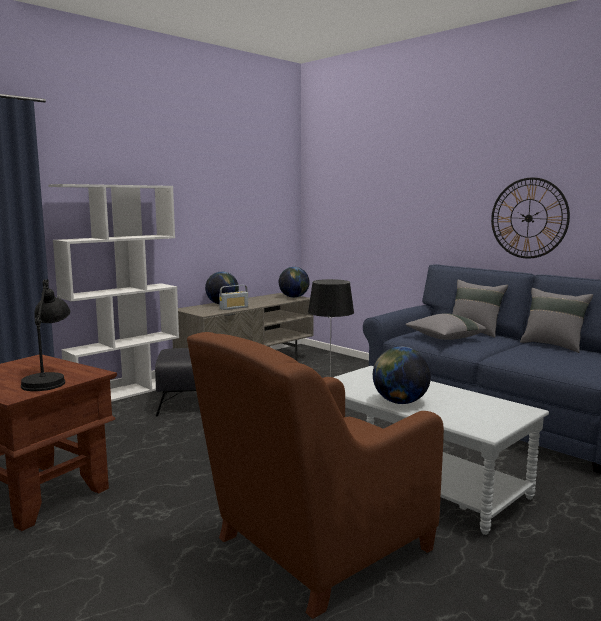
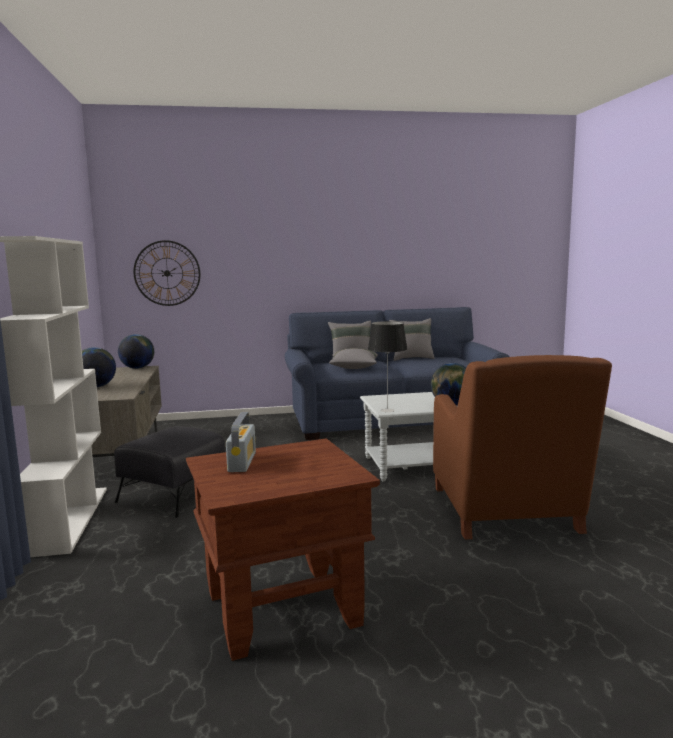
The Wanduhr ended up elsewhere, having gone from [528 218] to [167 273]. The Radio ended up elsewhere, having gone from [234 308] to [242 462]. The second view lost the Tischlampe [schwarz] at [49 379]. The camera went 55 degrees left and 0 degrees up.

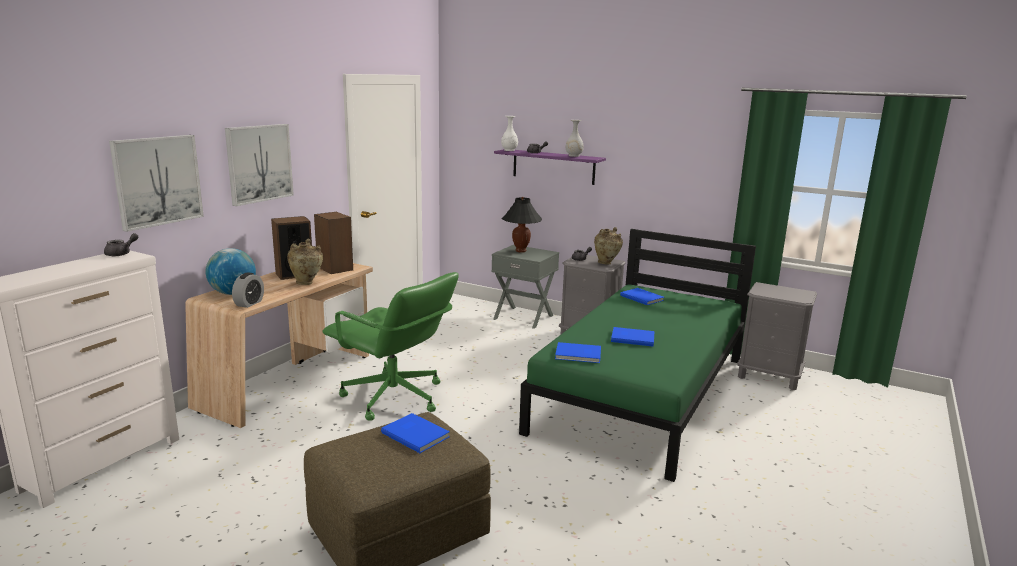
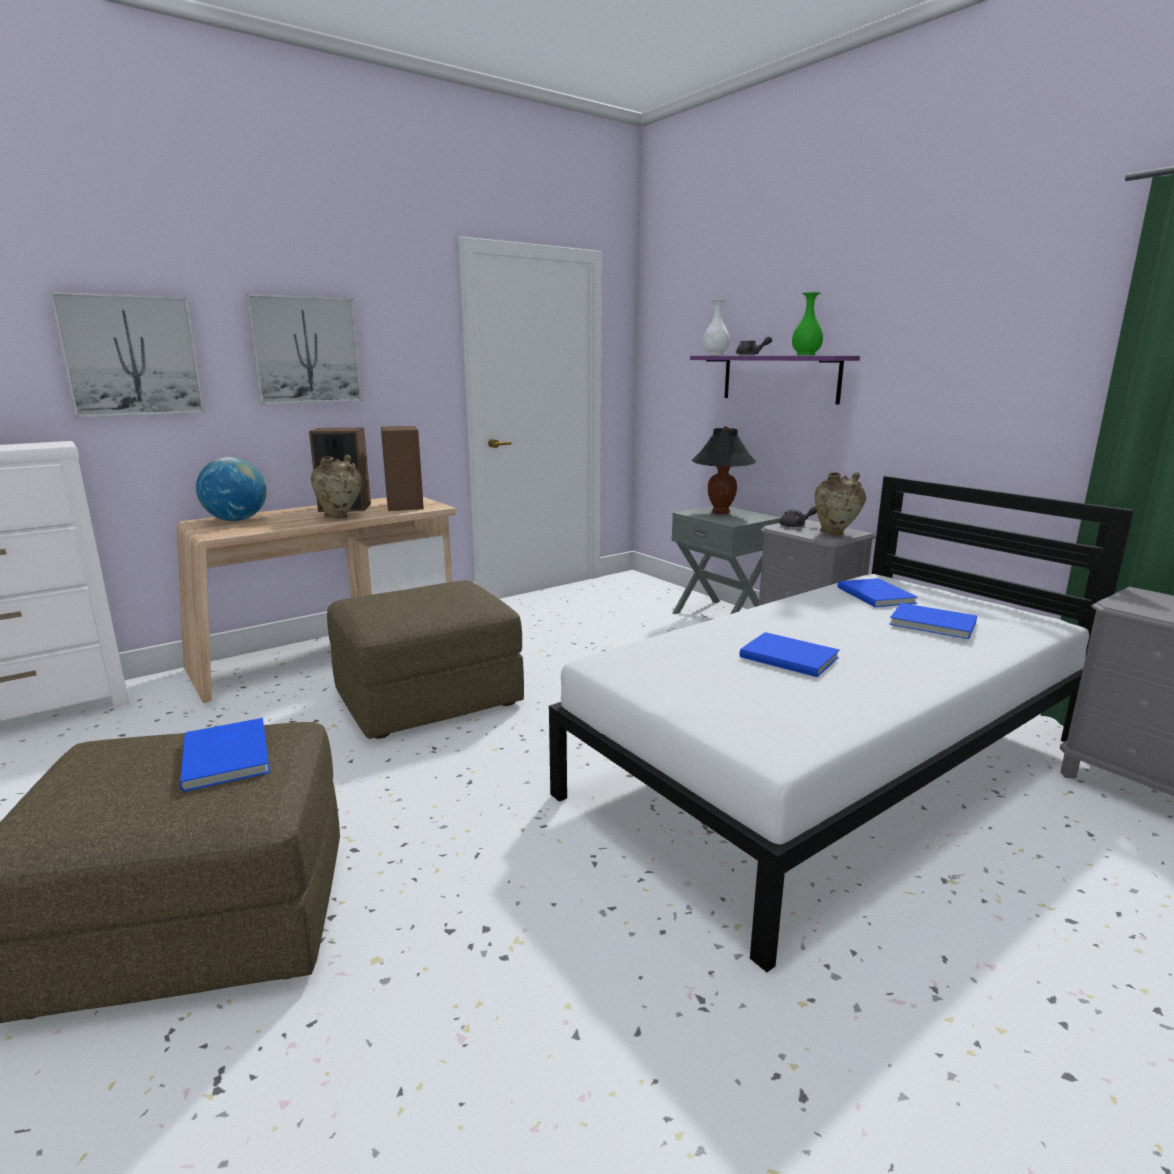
Where the Bürostuhl [grün] stood at [394 398], the Polsterhocker [braun] came to stand at [427 699]. What was the Bett [grün] at [643 394] turned into the Bett [weiß] at [832 768]. What was the Vase [weiß] at [573 156] turned into the Vase [grün] at [805 355]. The Buch [blau] ended up elsewhere, having gone from [579 355] to [933 624]. The second view lost the Teekanne [grau] at [121 253]. The second view lost the Wecker at [249 303]. The camera went 25 degrees right and 0 degrees up.

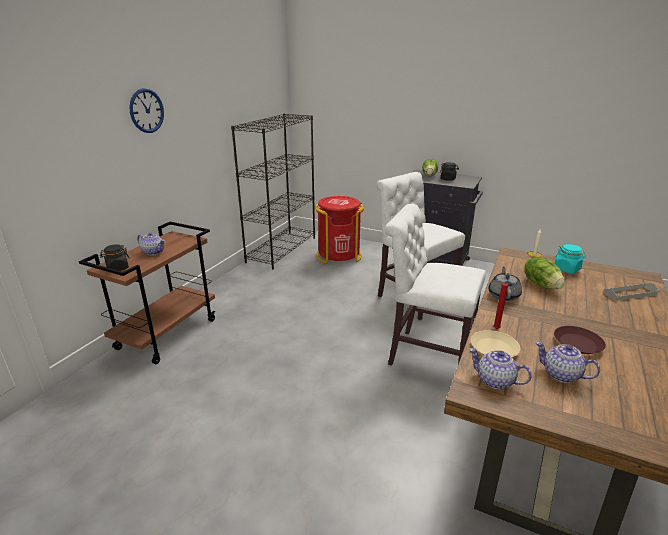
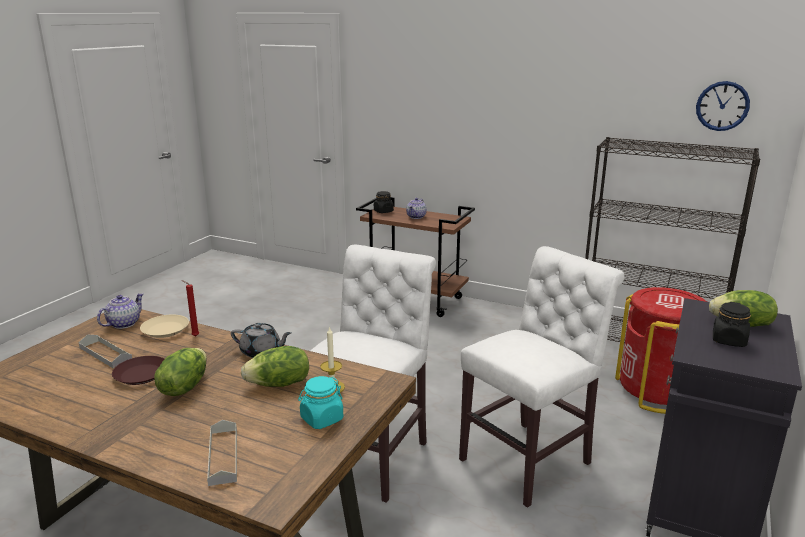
Where the Teekanne stood at [561 375], the Tablett [grau] came to stand at [105 354]. The second view gained the Salatkopf at [184 387]. The Wanduhr ended up elsewhere, having gone from [146 111] to [722 106]. The camera went 90 degrees right and 5 degrees down.

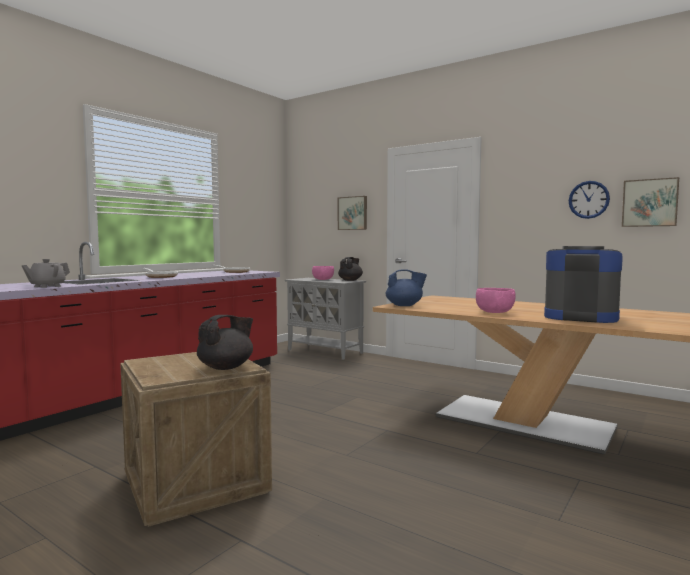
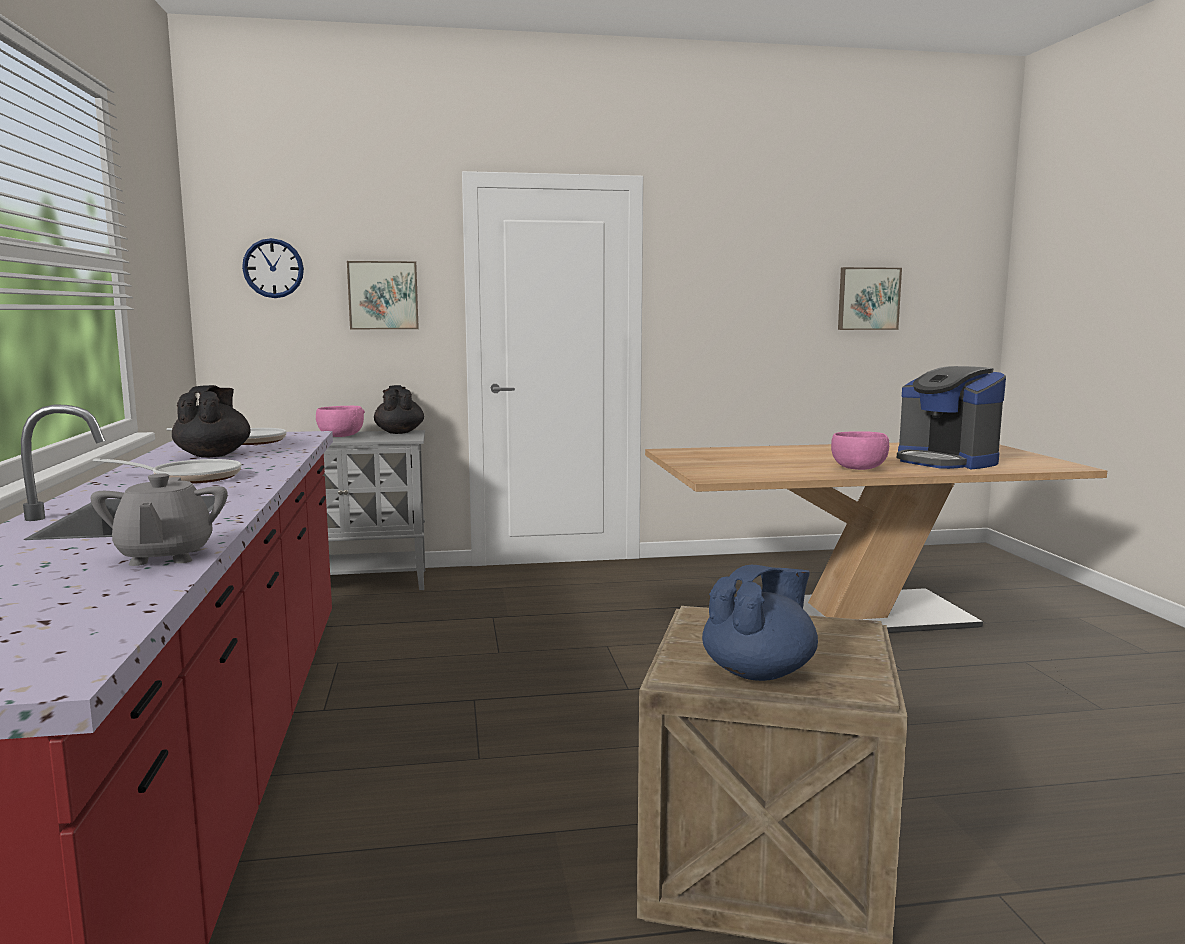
The Teekanne [schwarz] ended up elsewhere, having gone from [226 367] to [214 455]. The Wanduhr ended up elsewhere, having gone from [588 199] to [273 268]. The Teekanne [blau] ended up elsewhere, having gone from [405 305] to [759 672]. The Kaffeemaschine at [580 317] ended up facing another way, 105 degrees counterclockwise from before. The camera went 45 degrees left and 5 degrees up.

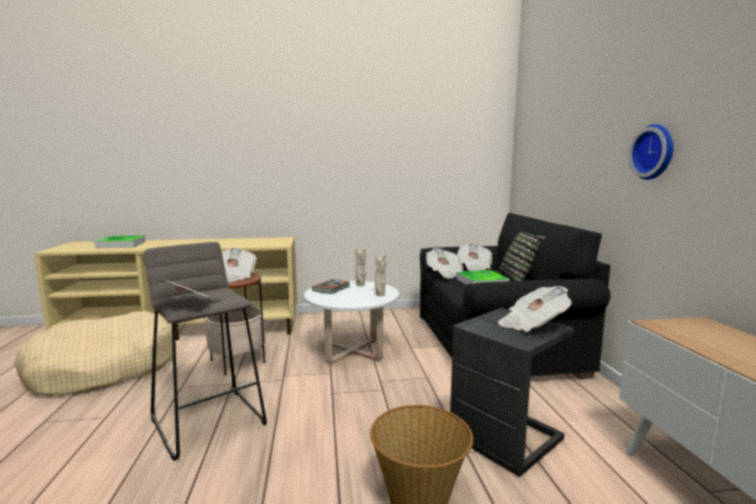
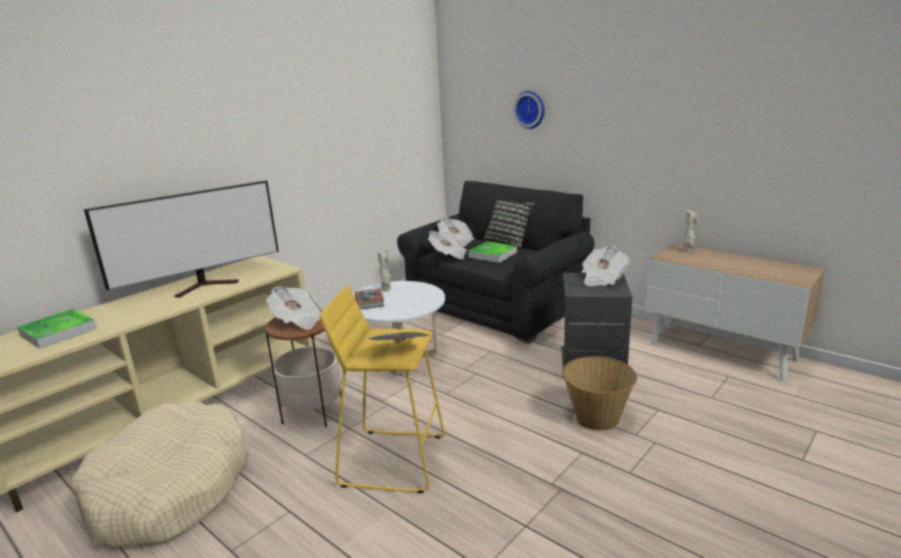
The second view gained the Fernseher at [207 286]. What was the Hocker [grau] at [210 421] turned into the Hocker [gelb] at [393 459]. The Wanduhr ended up elsewhere, having gone from [655 152] to [530 109]. The Vase [beige] ended up elsewhere, having gone from [380 295] to [688 251]. The camera went 40 degrees left and 10 degrees up.

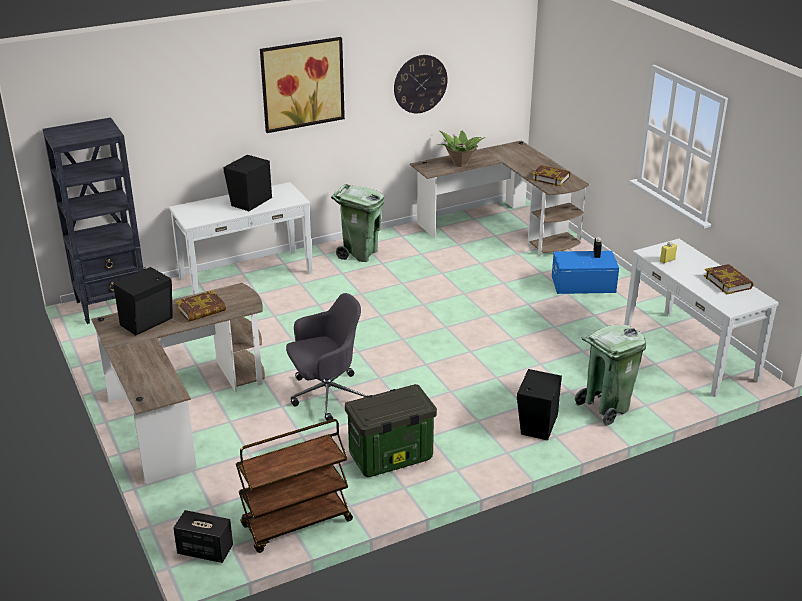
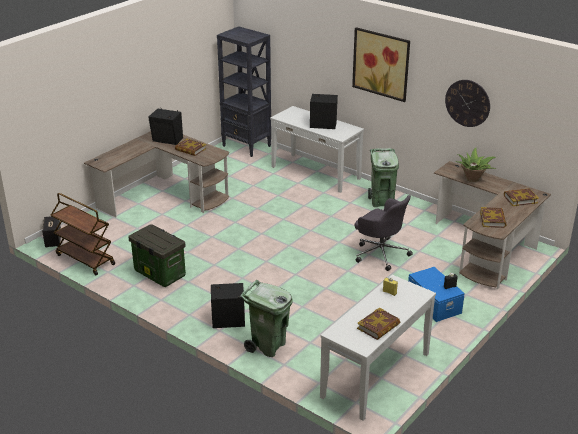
The Bürostuhl [grau] ended up elsewhere, having gone from [326 396] to [380 253]. The second view gained the Buch at [520 199]. The camera went 65 degrees right and 0 degrees up.

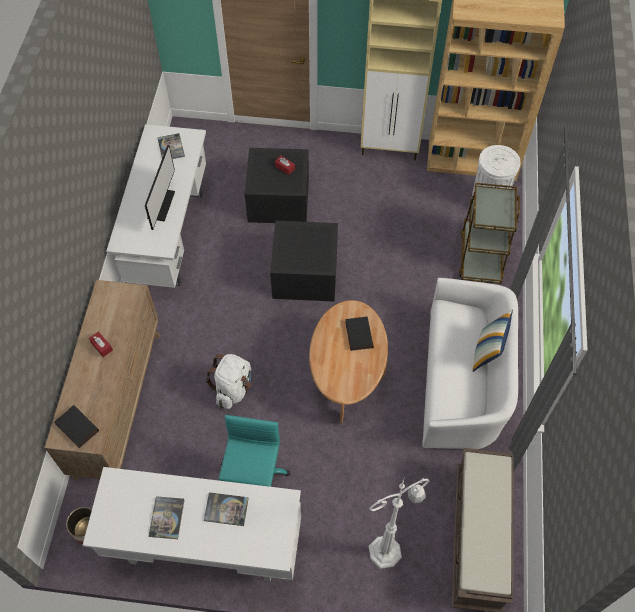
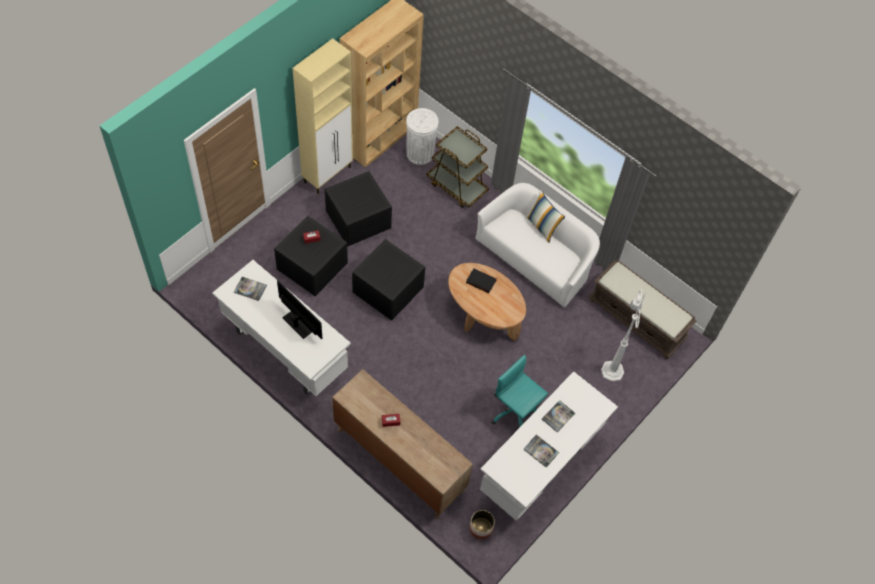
The second view gained the Aufbewahrungsbox [schwarz] at [358 218]. The second view lost the Buch [schwarz] at [76 428]. The second view lost the Rucksack [weiß] at [233 388]. The camera went 60 degrees left and 0 degrees up.

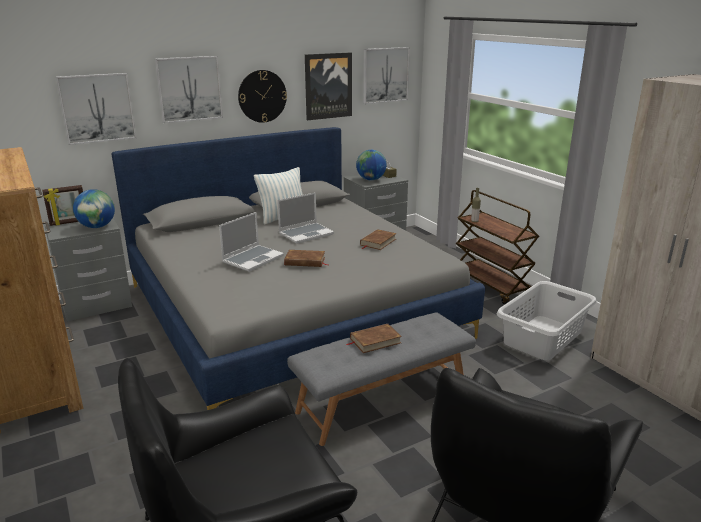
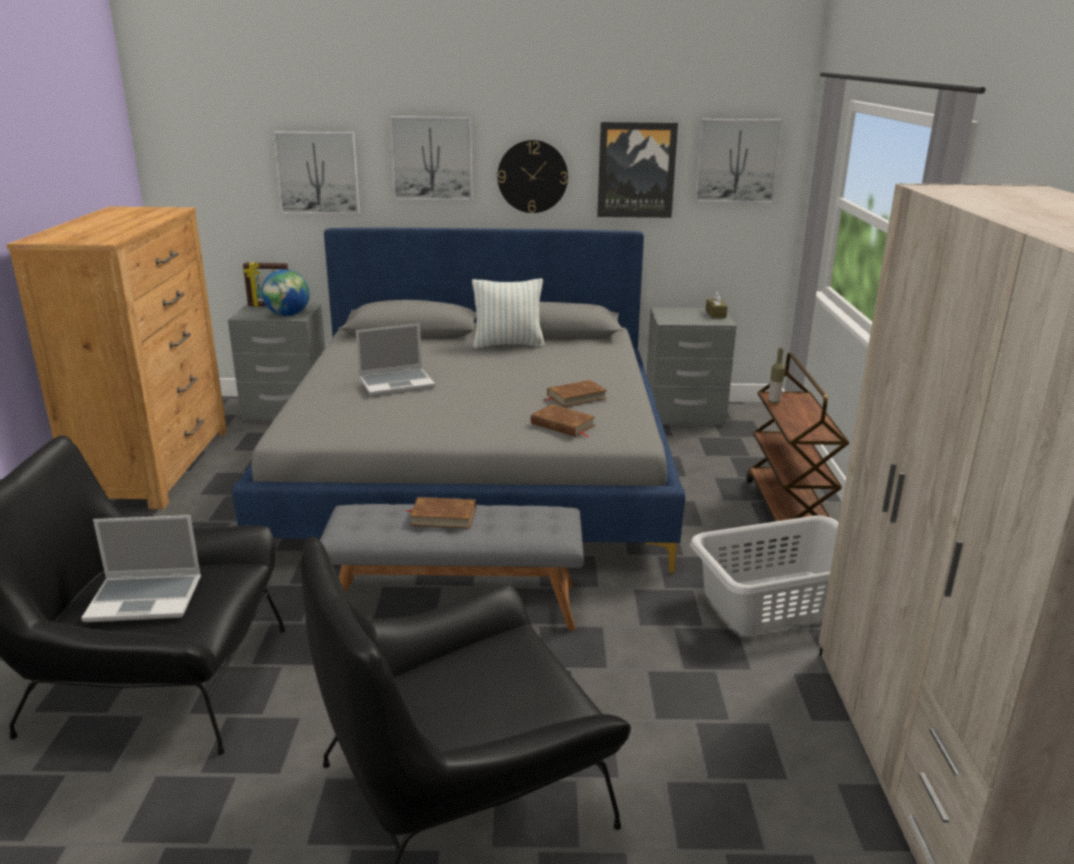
The Laptop ended up elsewhere, having gone from [306 234] to [146 599]. The Buch [braun] ended up elsewhere, having gone from [305 261] to [563 425]. The second view lost the Globus at [371 179]. The camera went 30 degrees right and 0 degrees up.

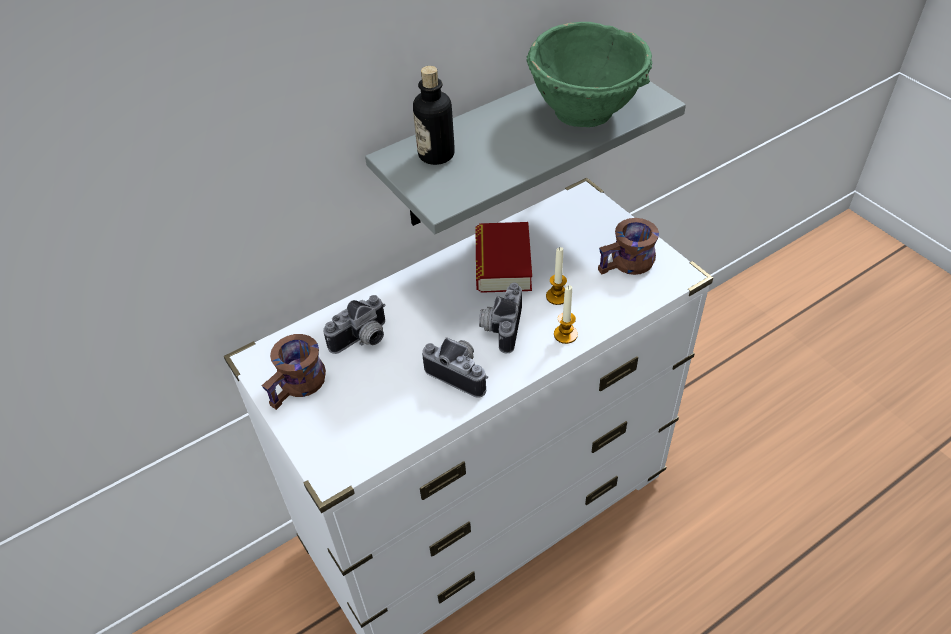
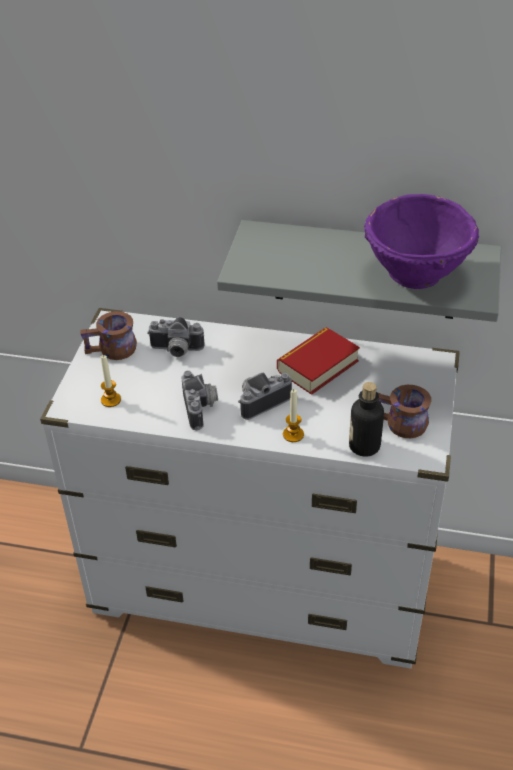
The Kerze ended up elsewhere, having gone from [557 296] to [111 400]. The Flasche ended up elsewhere, having gone from [436 154] to [364 446]. What was the Schüssel [grün] at [586 112] turned into the Schüssel [lila] at [417 275]. The camera went 45 degrees right and 5 degrees down.

